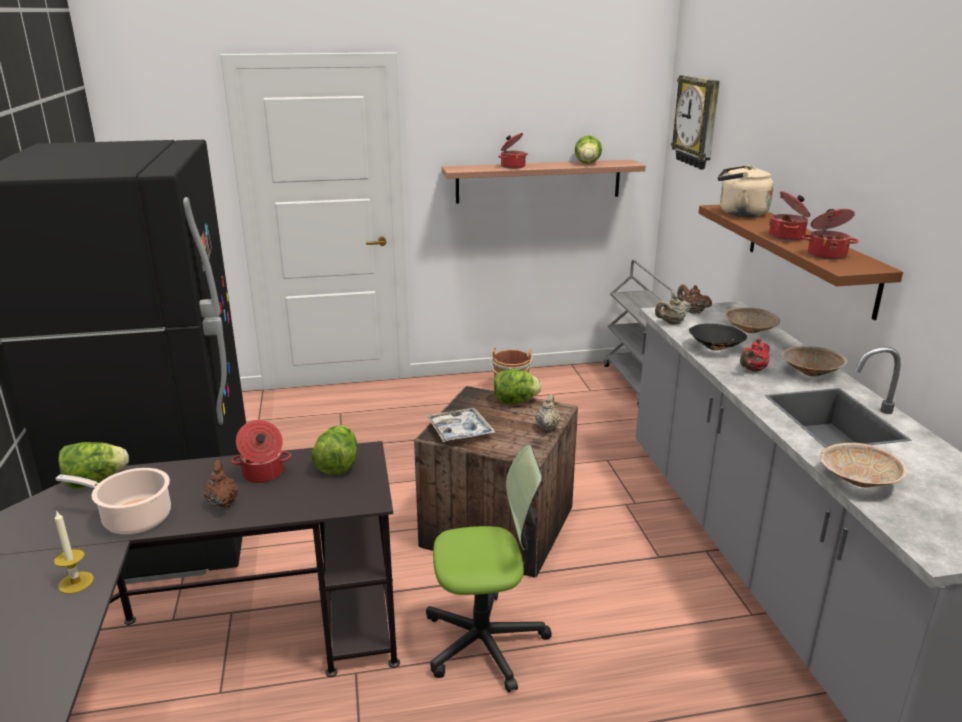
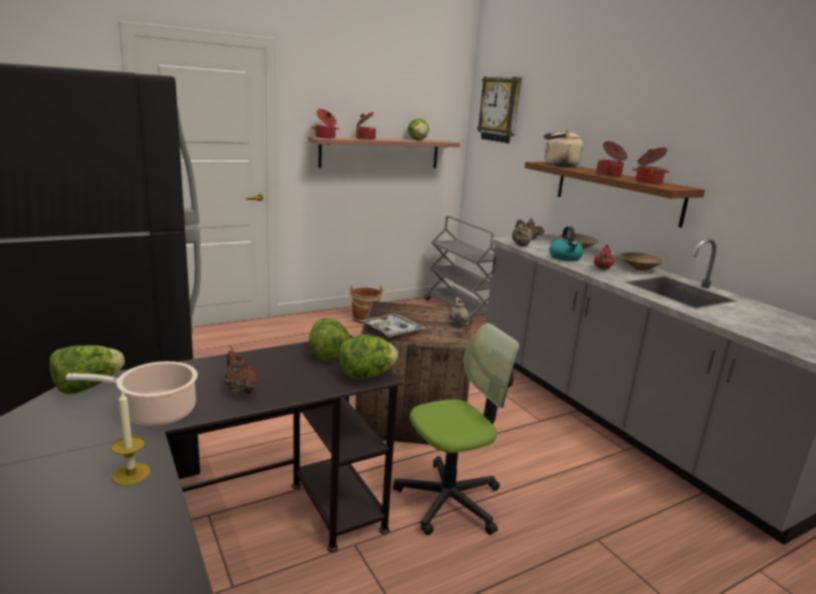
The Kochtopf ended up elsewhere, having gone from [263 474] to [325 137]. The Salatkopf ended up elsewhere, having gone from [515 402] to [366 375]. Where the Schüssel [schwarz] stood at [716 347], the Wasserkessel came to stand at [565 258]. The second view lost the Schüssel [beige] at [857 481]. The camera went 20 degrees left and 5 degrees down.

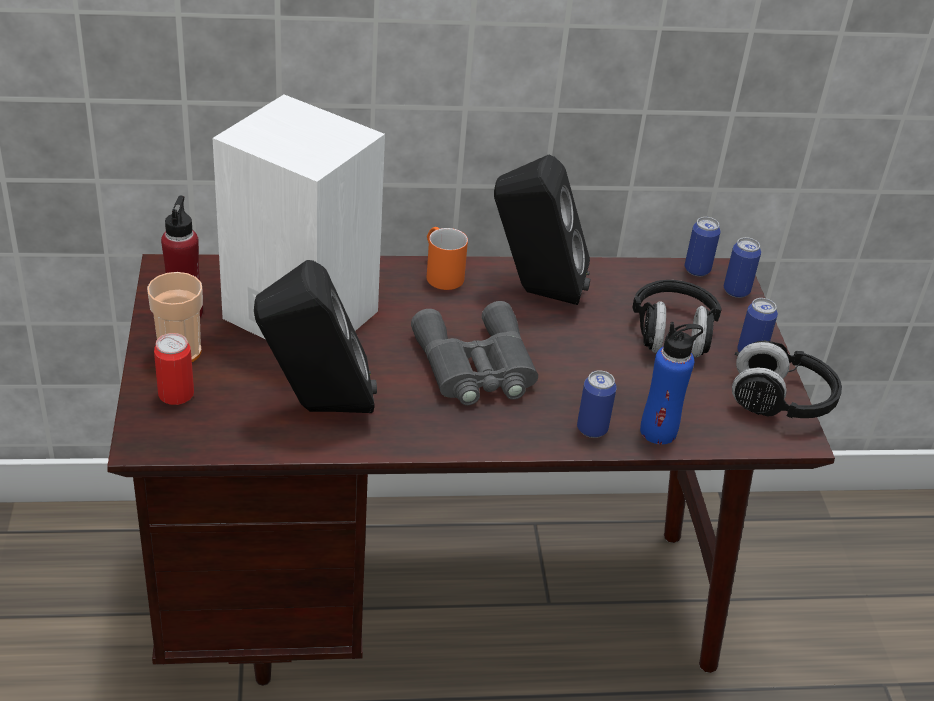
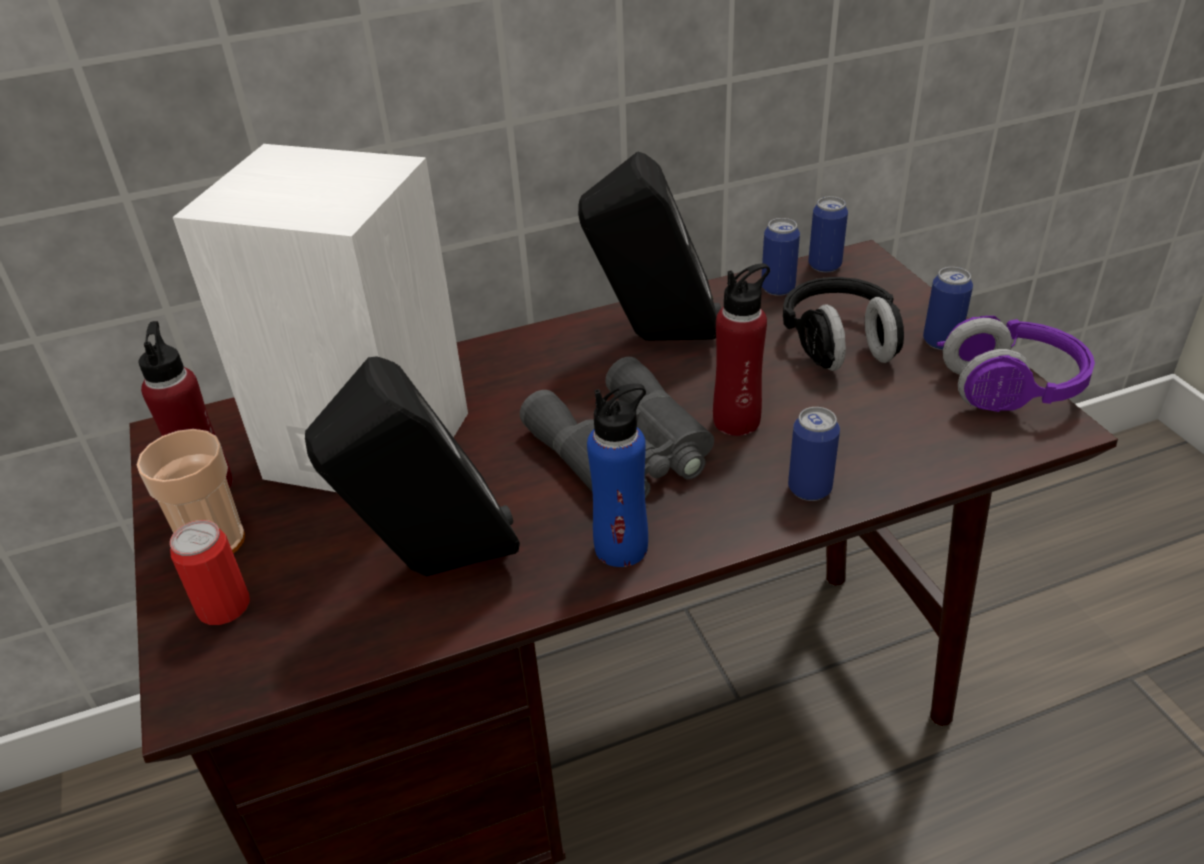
The Flasche [blau] ended up elsewhere, having gone from [658 431] to [621 547]. The second view gained the Flasche [rot] at [737 421]. The Dose ended up elsewhere, having gone from [736 291] to [778 288]. What was the Kopfhörer [schwarz] at [779 401] turned into the Kopfhörer [lila] at [1010 389]. The second view lost the Henkelbecher [orange] at [441 273]. The camera went 10 degrees left and 0 degrees up.

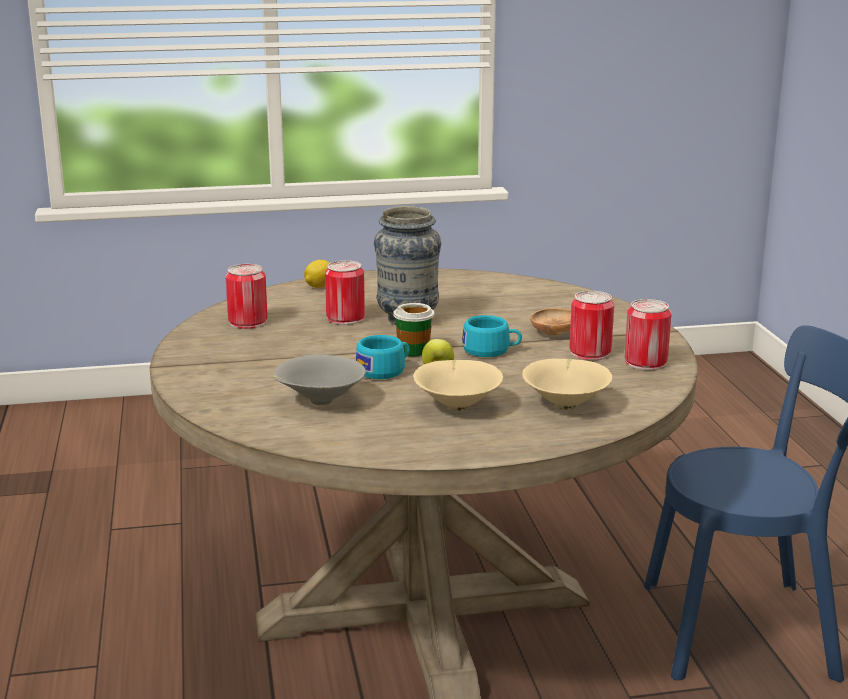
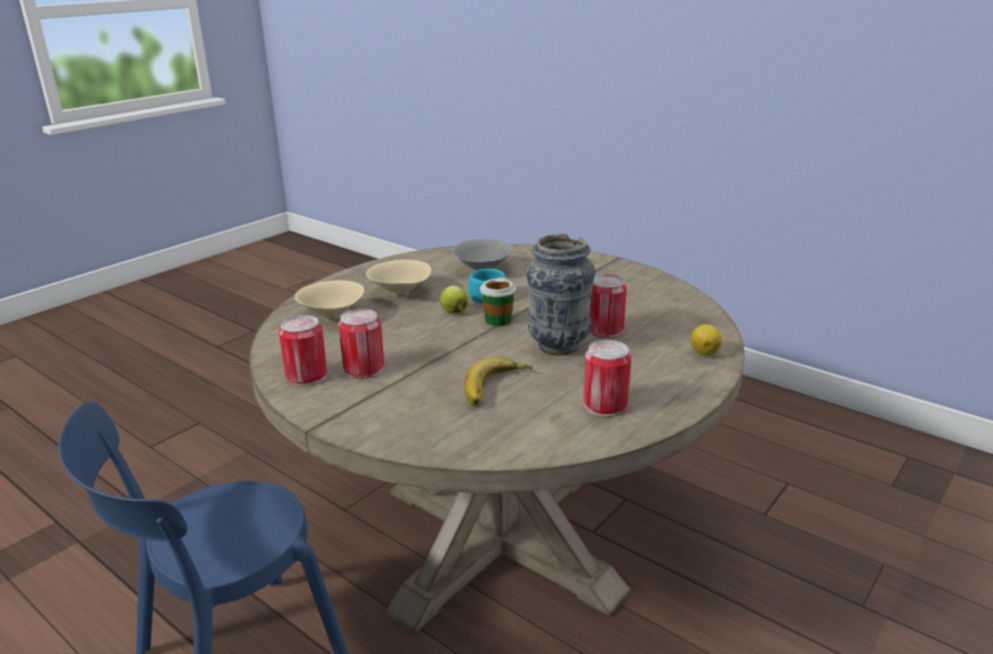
The second view gained the Banane at [496 387]. The Dose ended up elsewhere, having gone from [248 322] to [605 405]. The second view lost the Tasse [türkis] at [491 351]. The second view lost the Schüssel [braun] at [554 333]. The camera went 140 degrees right and 5 degrees up.

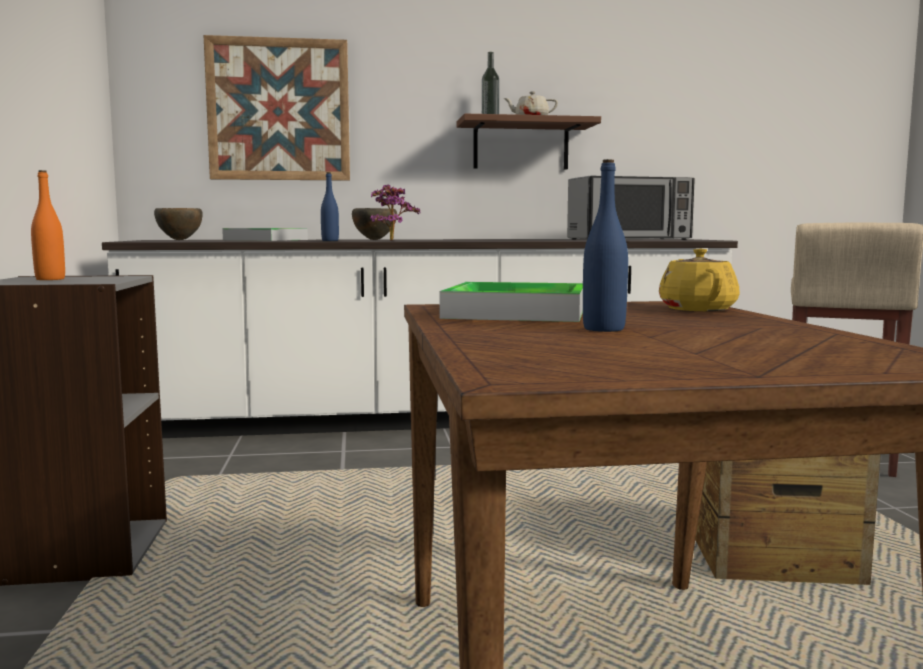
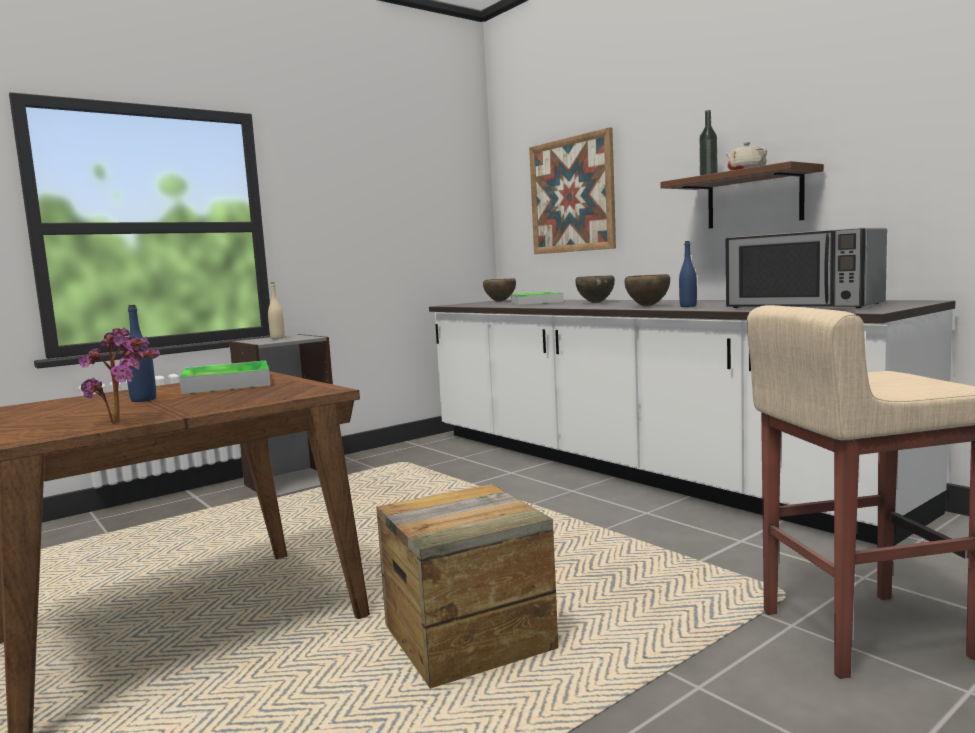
The Topfpflanze ended up elsewhere, having gone from [391 240] to [123 421]. What was the Flasche [orange] at [50 279] turned into the Flasche [beige] at [277 338]. The second view gained the Schüssel [braun] at [647 306]. The Flasche [blau] ended up elsewhere, having gone from [330 240] to [688 306]. The second view lost the Teekanne [gelb] at [697 309]. The camera went 60 degrees right and 0 degrees up.

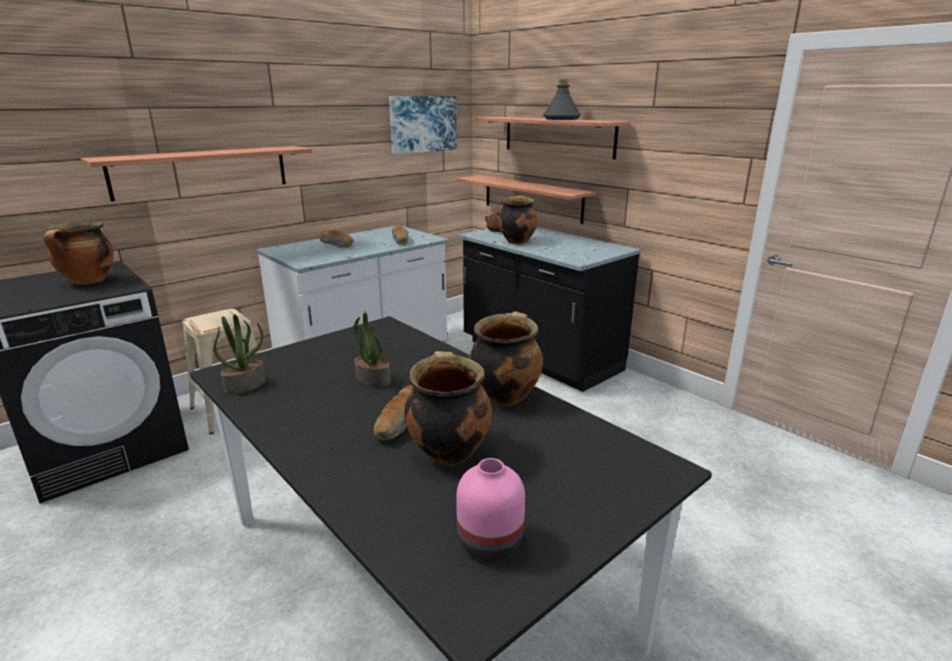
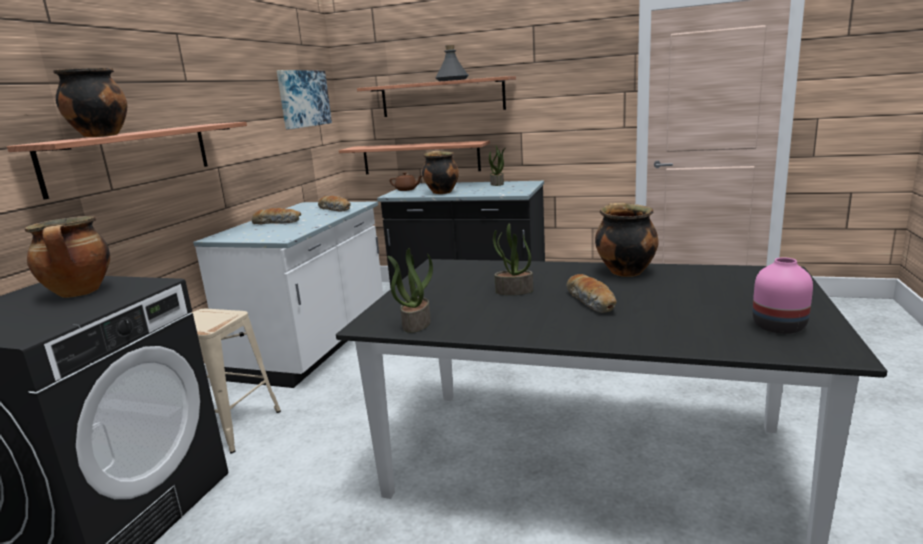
The Kochtopf ended up elsewhere, having gone from [448 451] to [100 136]. The second view gained the Topfpflanze at [497 184]. The camera went 30 degrees left and 5 degrees down.

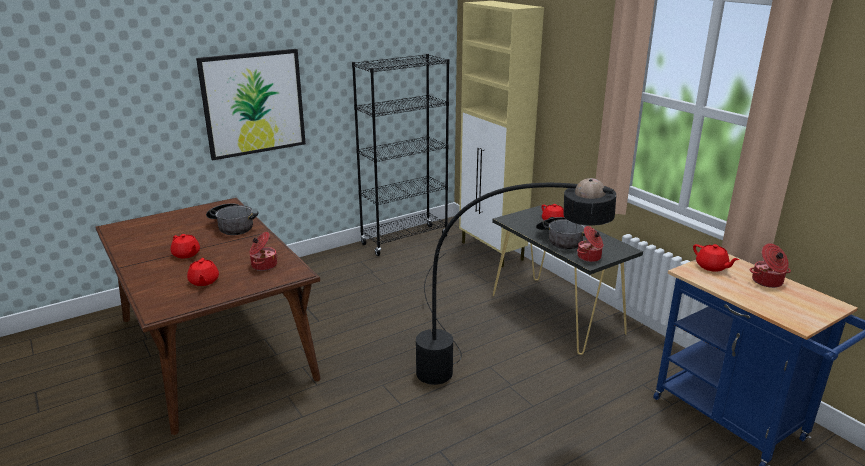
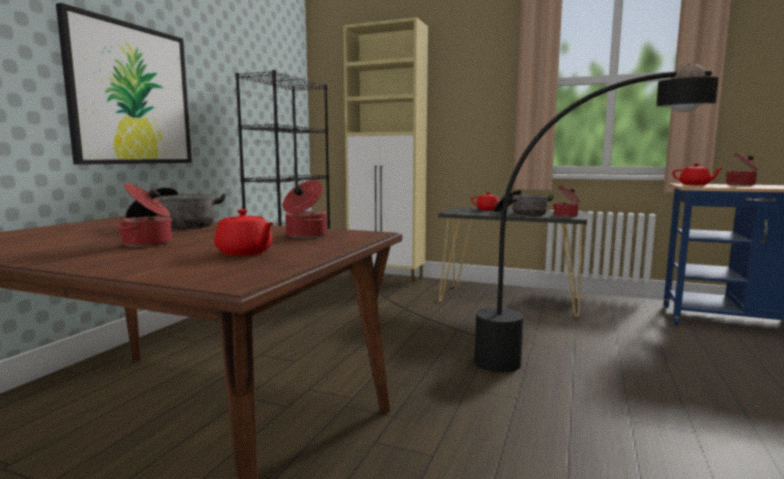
Where the Teekanne [rot] stood at [186 254], the Kochtopf came to stand at [149 244]. The camera went 35 degrees left and 15 degrees down.

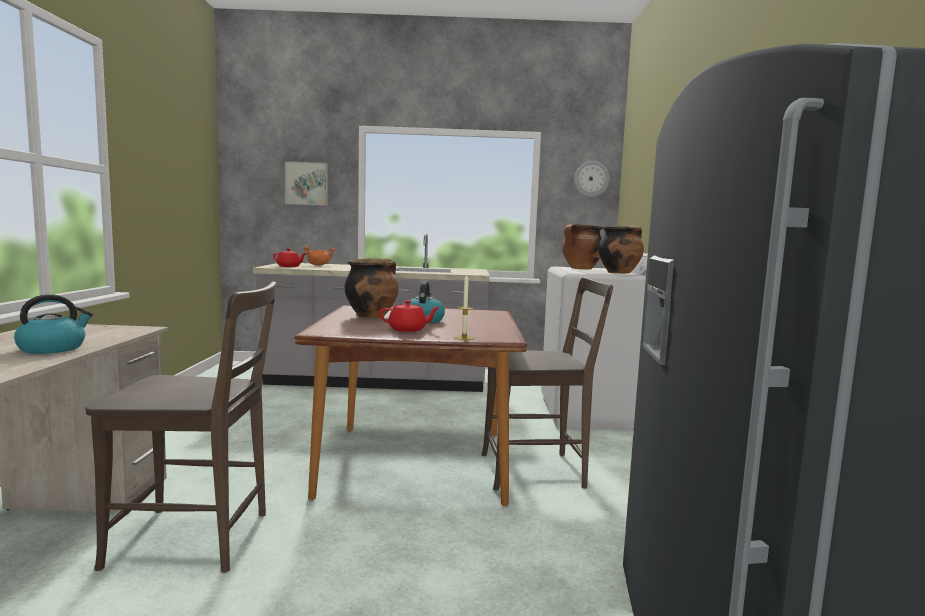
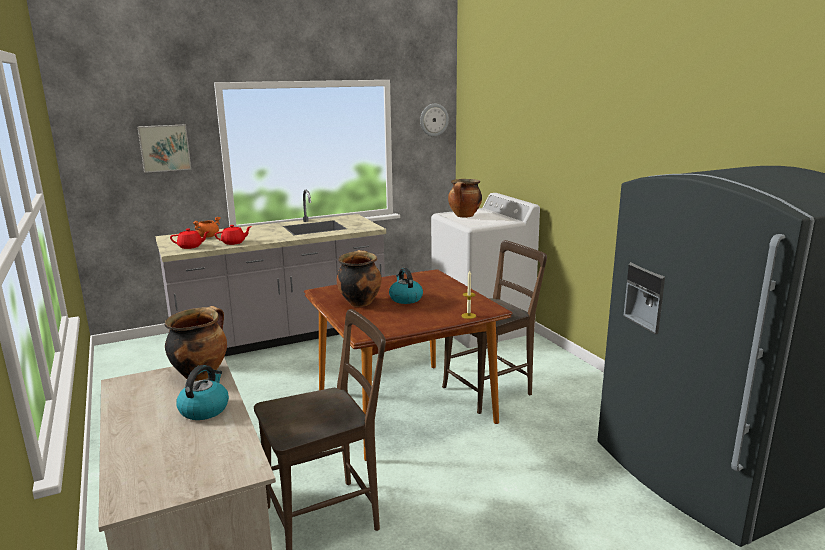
The Kochtopf ended up elsewhere, having gone from [619 273] to [201 373]. The Teekanne [rot] ended up elsewhere, having gone from [408 329] to [234 242]. The camera went 25 degrees left and 10 degrees up.

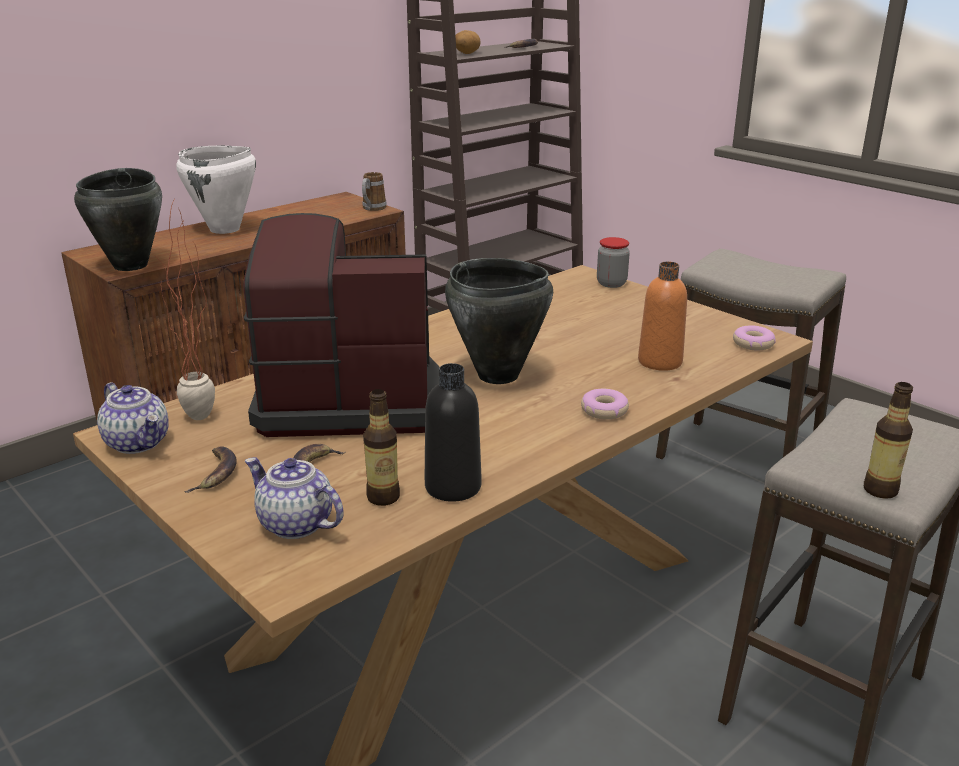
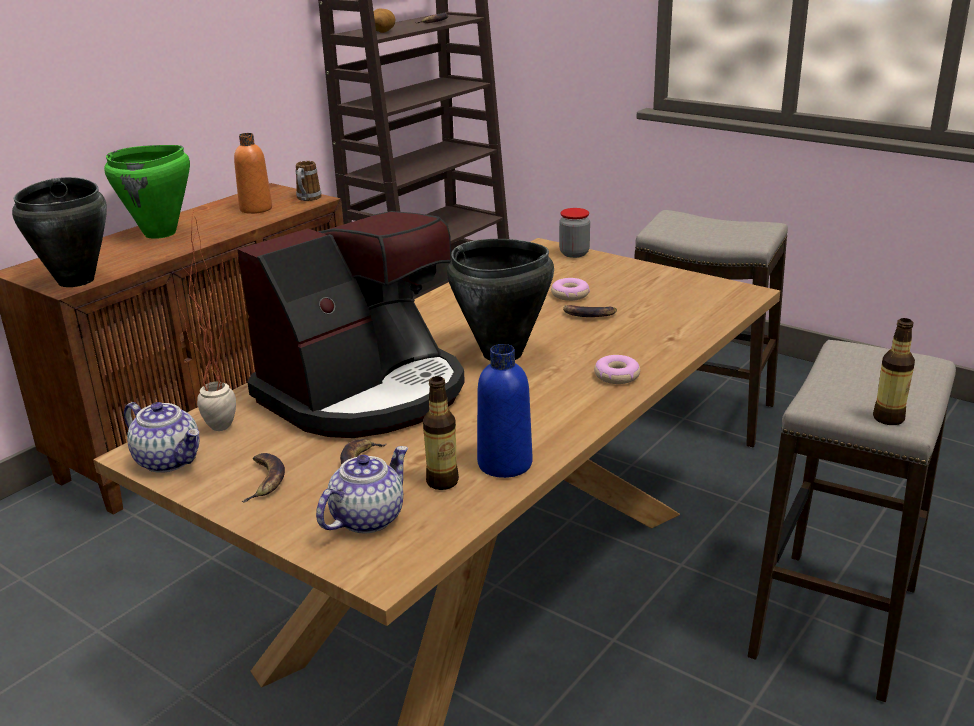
What was the Kochtopf [weiß] at [225 229] turned into the Kochtopf [grün] at [160 233]. The Flasche [orange] ended up elsewhere, having gone from [660 362] to [256 209]. The Kaffeemaschine at [348 399] ended up facing another way, 150 degrees clockwise from before. The Teekanne at [294 524] ended up facing another way, 105 degrees clockwise from before. What was the Flasche [schwarz] at [453 487] turned into the Flasche [blau] at [505 464]. The Donut ended up elsewhere, having gone from [753 344] to [570 295]. The second view gained the Banane at [588 314]. The camera went 10 degrees left and 0 degrees up.

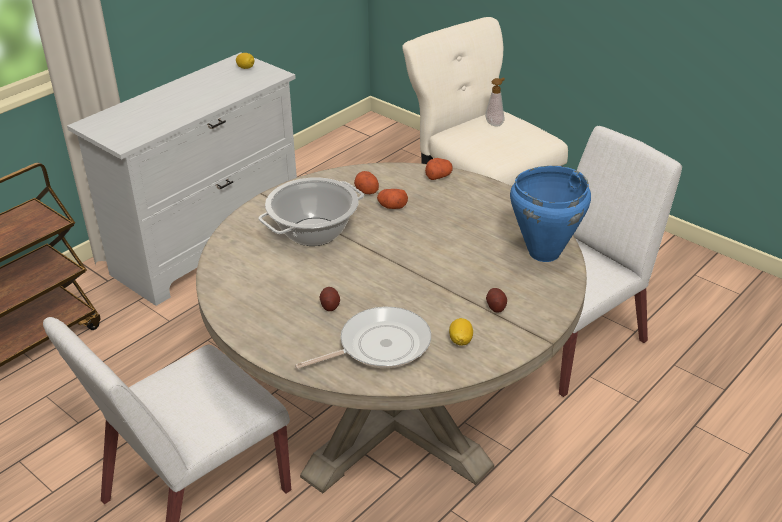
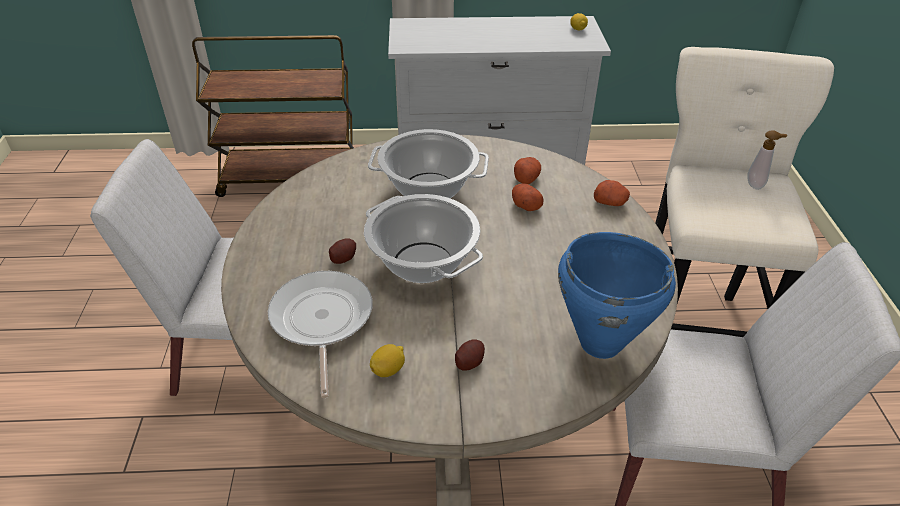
The Pfanne at [379 346] ended up facing another way, 120 degrees counterclockwise from before. The second view gained the Kochtopf at [422 263]. The camera went 45 degrees right and 5 degrees up.

